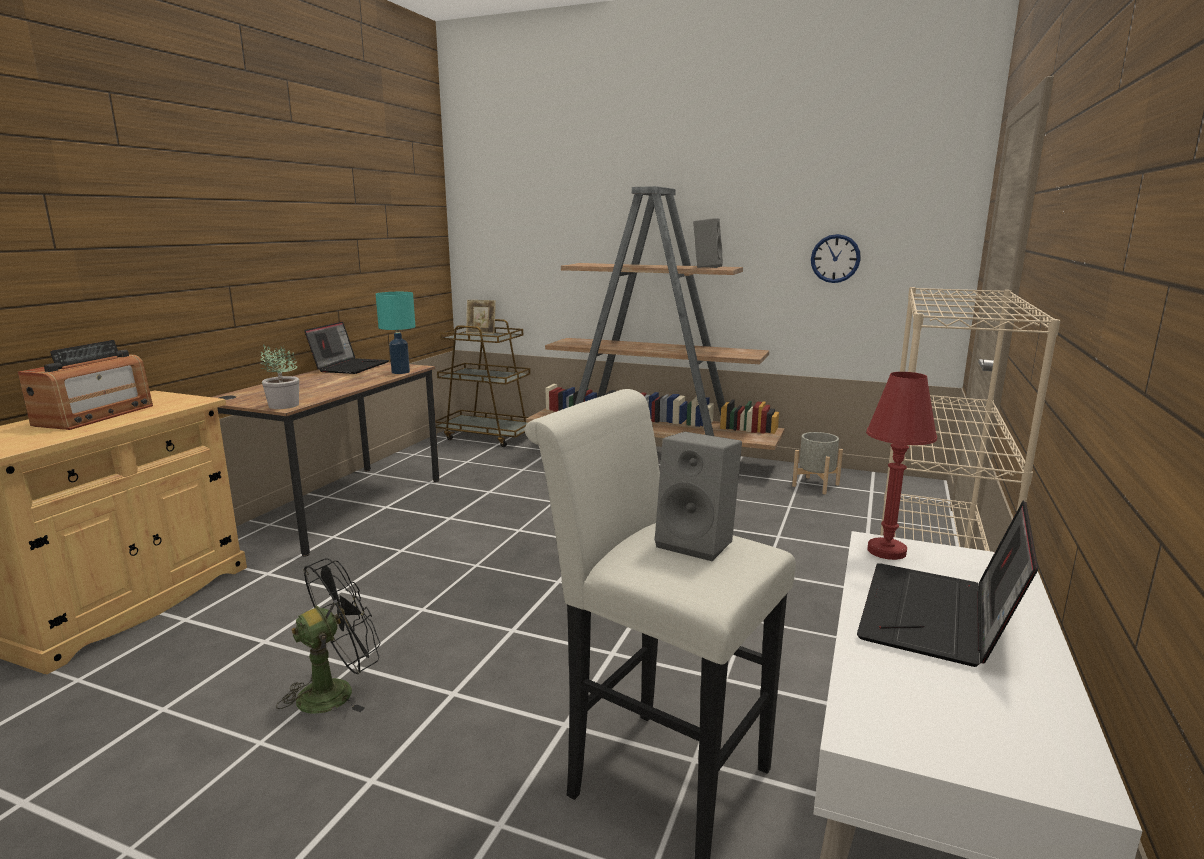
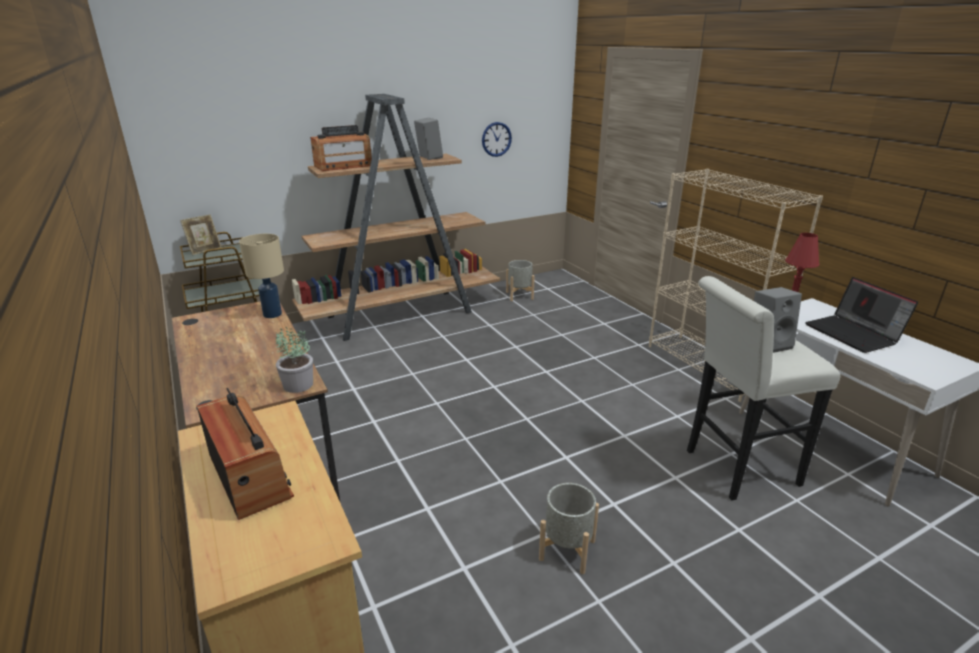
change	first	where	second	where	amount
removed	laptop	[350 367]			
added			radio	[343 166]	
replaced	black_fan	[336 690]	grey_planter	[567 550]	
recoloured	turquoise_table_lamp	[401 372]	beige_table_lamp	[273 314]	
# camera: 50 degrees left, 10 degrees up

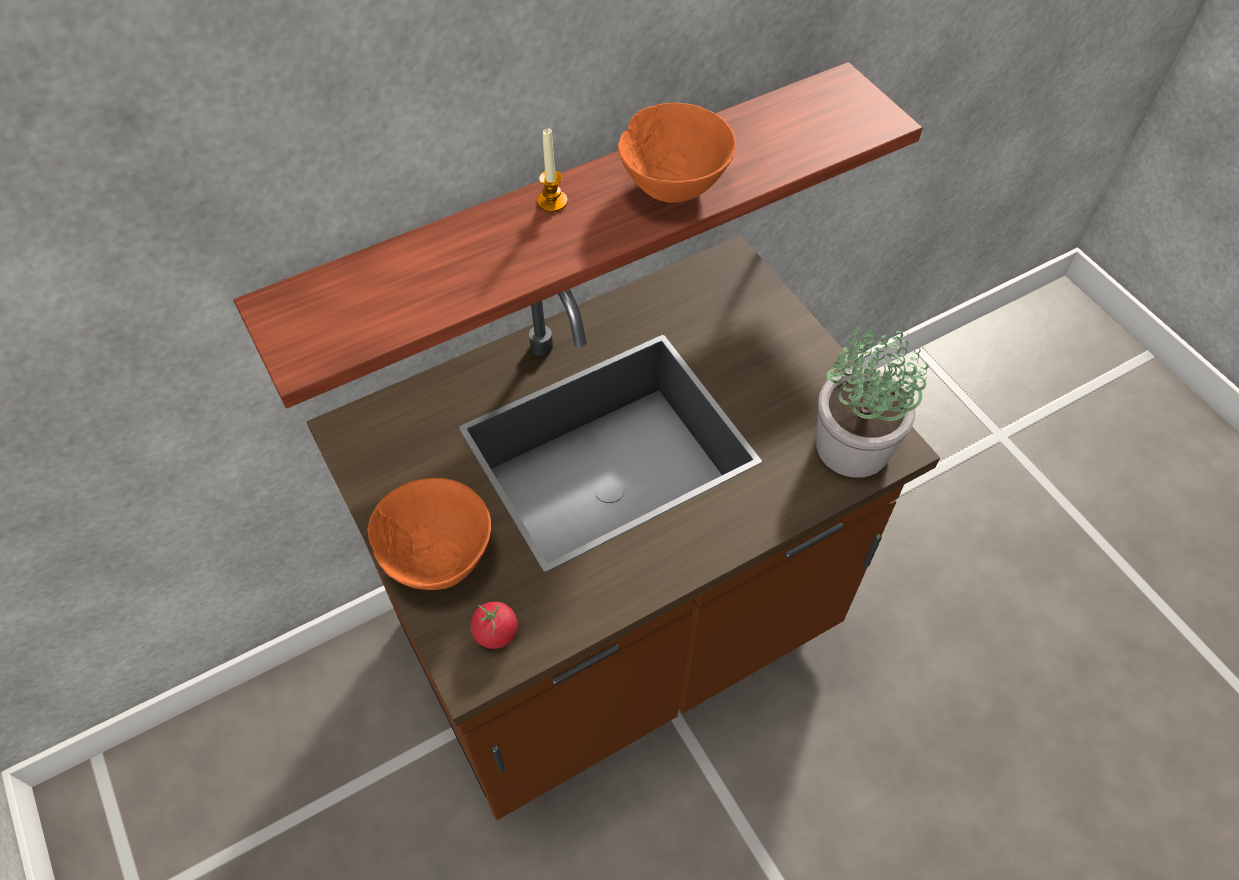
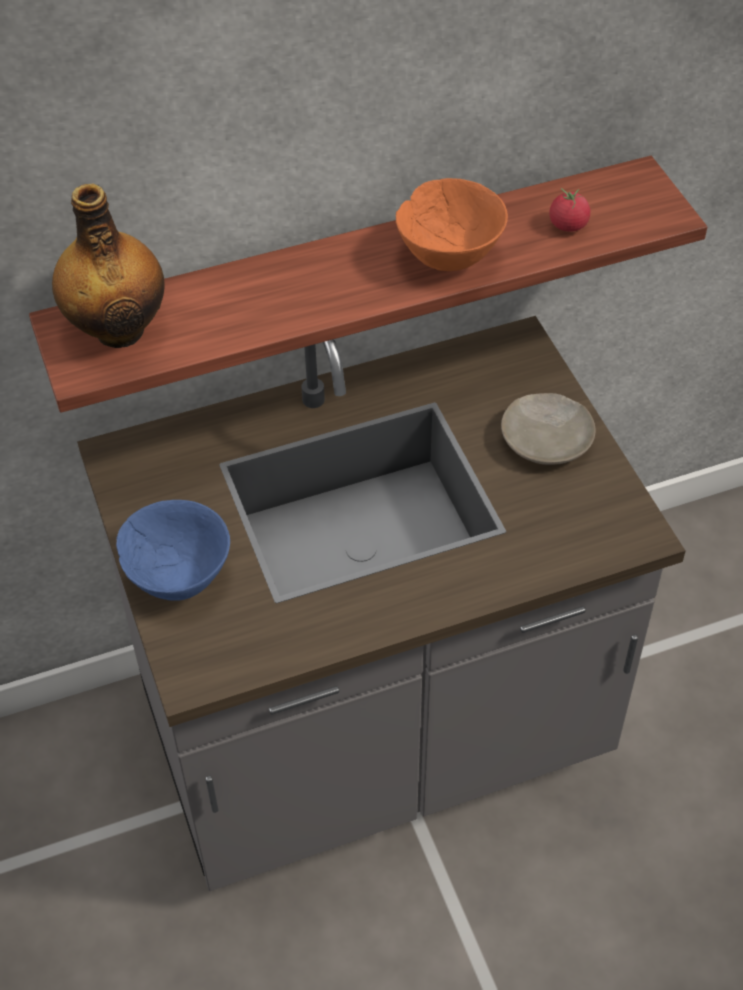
change	first	where	second	where	amount
removed	candle	[552 201]			
removed	potted_plant	[851 446]			
added			bottle	[118 329]	
added			beige_plate	[547 439]	
moved	tomato	[496 632]		[568 225]	
recoloured	brown_counter	[619 635]	grey_counter	[374 735]	
recoloured	orange_bowl	[437 558]	blue_bowl	[177 577]	
# camera: 10 degrees right, 5 degrees down

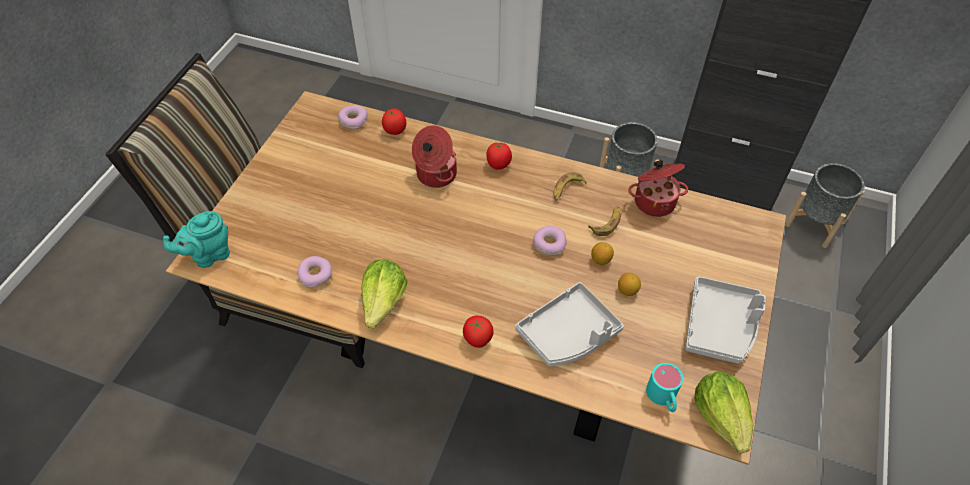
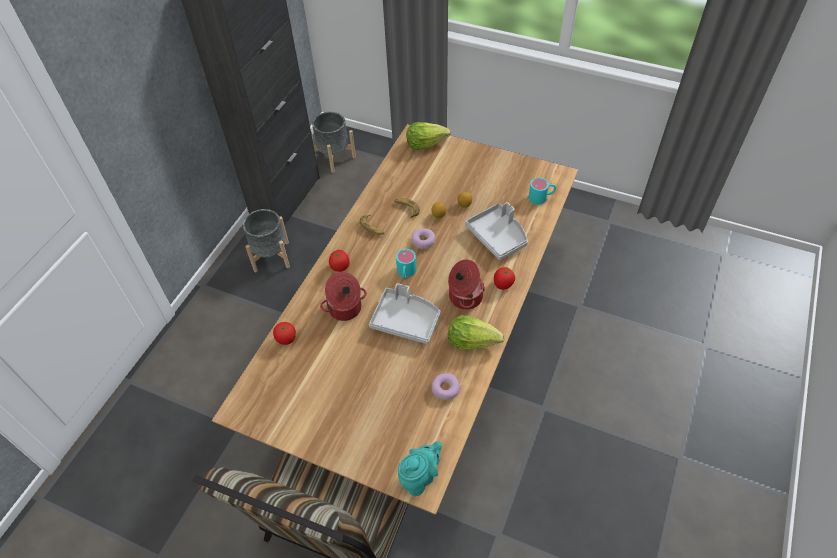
change	first	where	second	where	amount
removed	donut	[353 120]			
added			turquoise_mug	[405 273]	
moved	cooking_pot	[654 201]		[464 297]	
moved	grey_tray	[720 326]		[406 320]	
moved	lettuce	[721 417]		[426 143]	
turned	turquoise_teapot	[209 255]		[420 477]	105 degrees counterclockwise
# camera: 85 degrees left, 0 degrees up

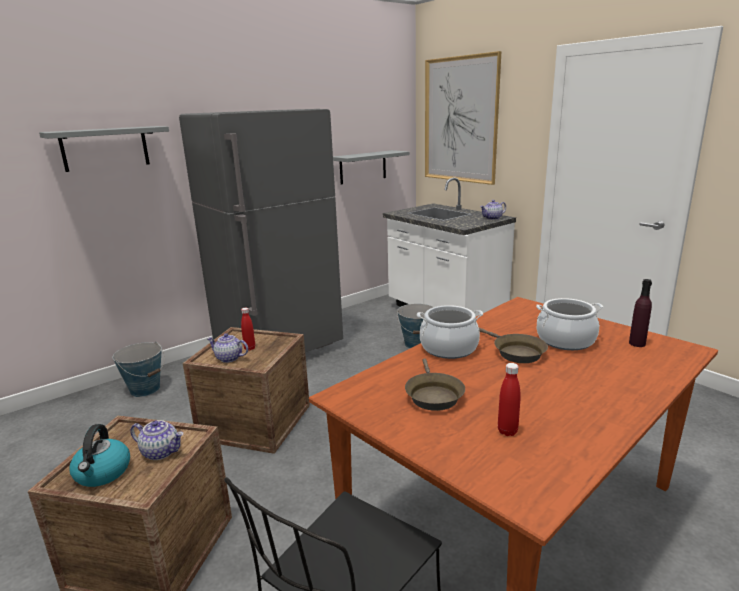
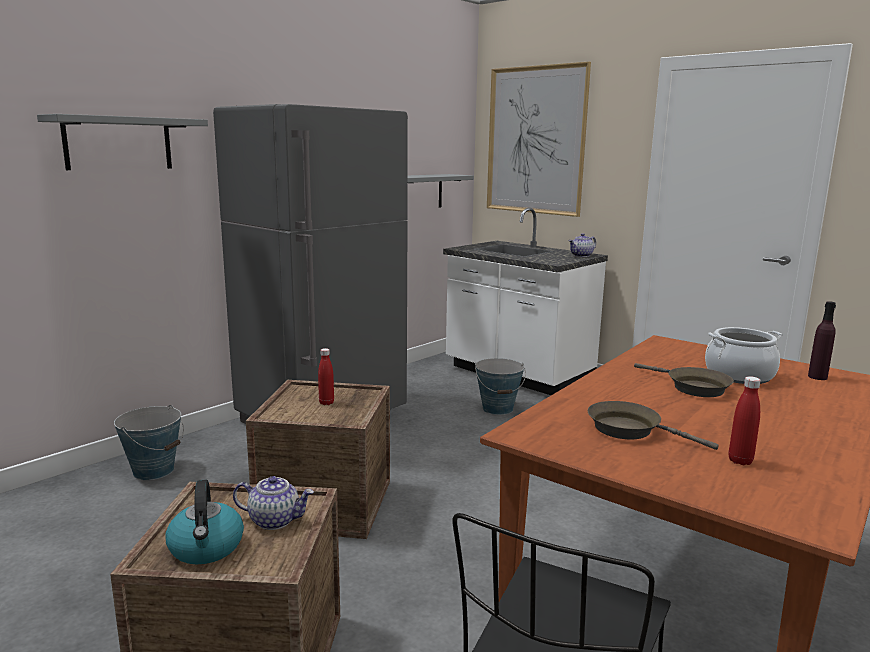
change	first	where	second	where	amount
removed	teapot	[228 358]			
removed	cooking_pot	[449 348]			
turned	brown_frying_pan	[433 395]		[630 430]	135 degrees clockwise
# camera: 10 degrees left, 5 degrees down

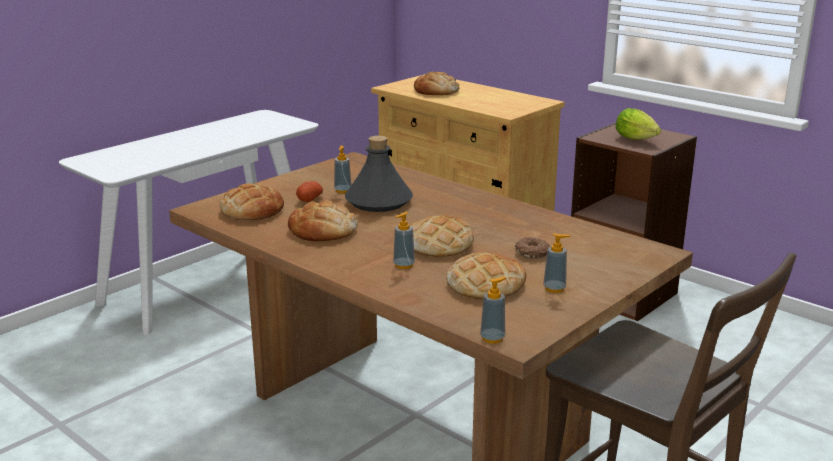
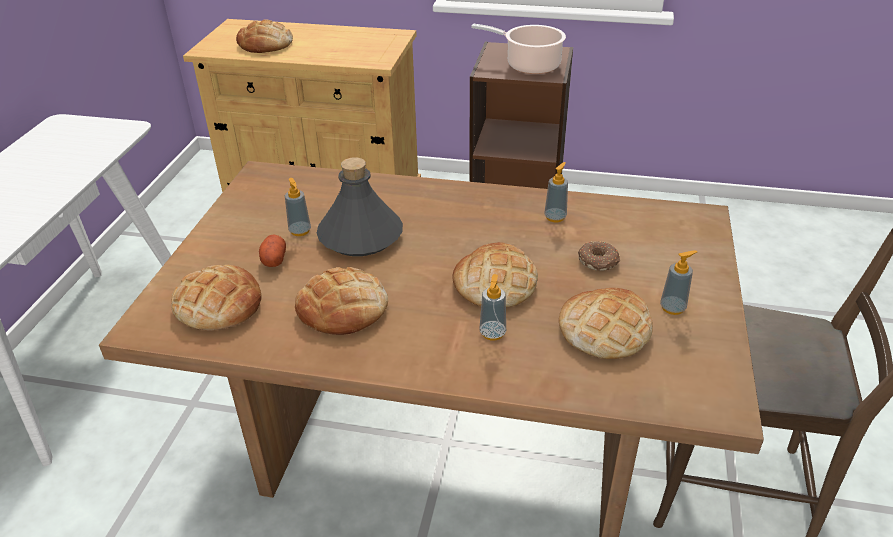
change	first	where	second	where	amount
moved	soap_dispenser	[492 338]		[555 217]	
replaced	lettuce	[638 140]	cooking_pot	[529 65]	
# camera: 30 degrees left, 15 degrees up

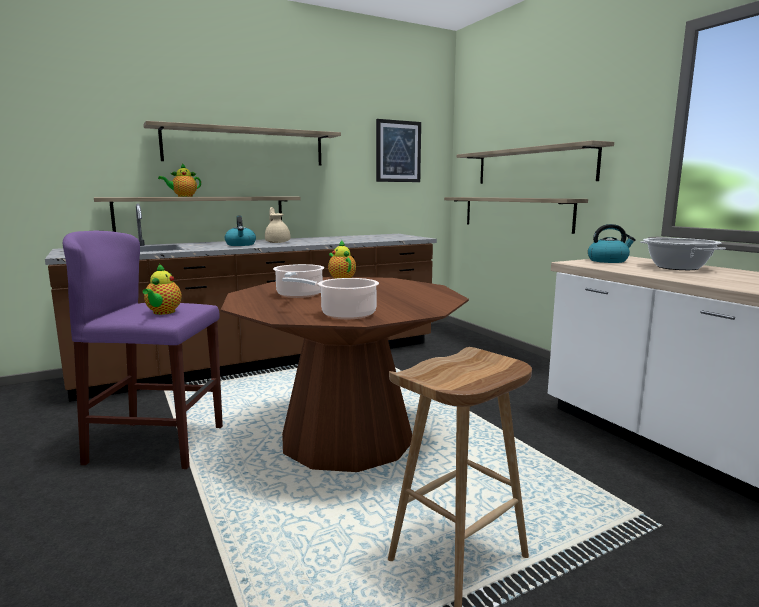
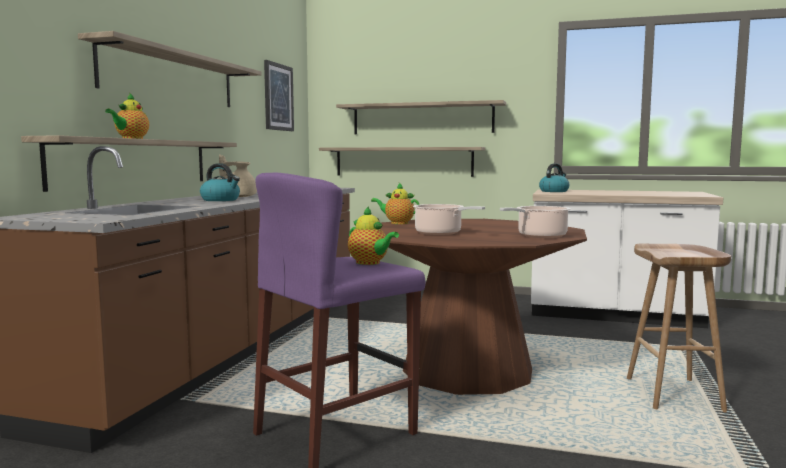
change	first	where	second	where	amount
removed	cooking_pot	[677 267]			
# camera: 45 degrees left, 5 degrees down

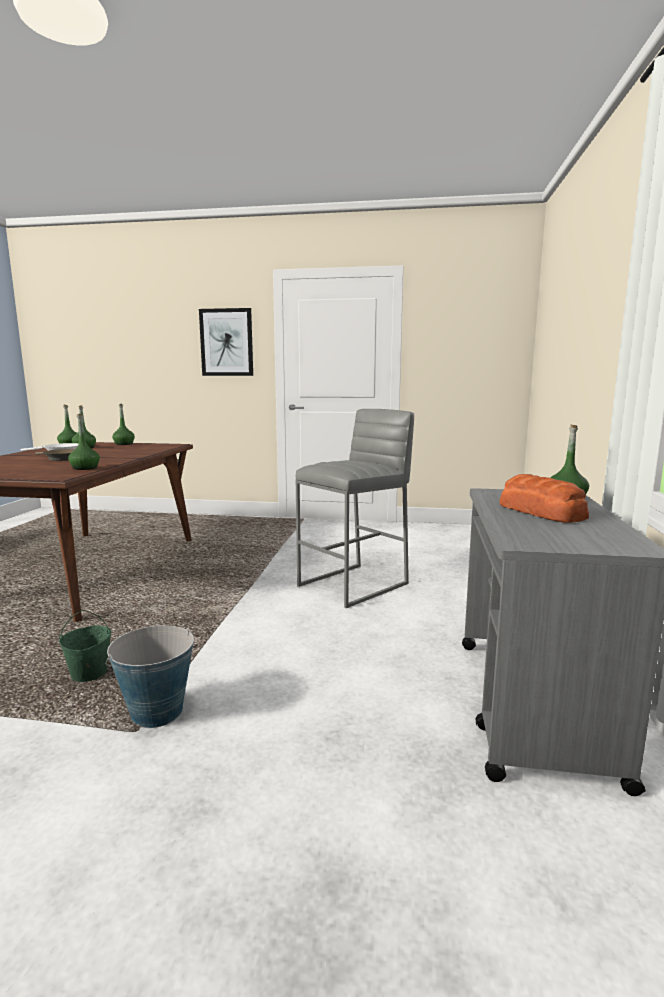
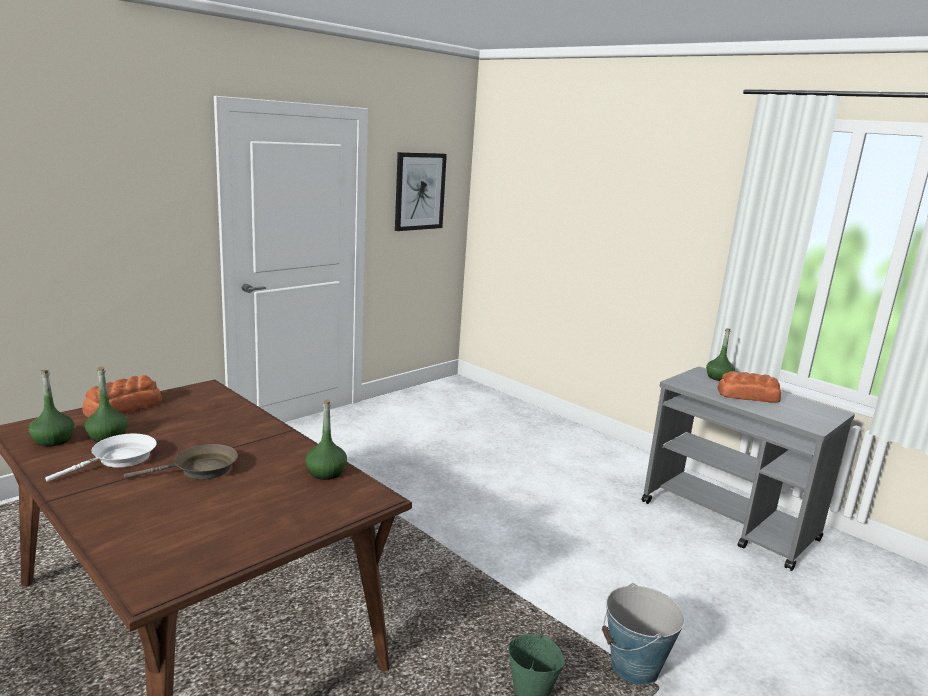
change	first	where	second	where	amount
removed	grey_stool	[354 585]			
moved	picture	[226 342]		[419 191]	
replaced	green_bottle	[124 444]	bread	[122 407]	
# camera: 55 degrees left, 5 degrees up

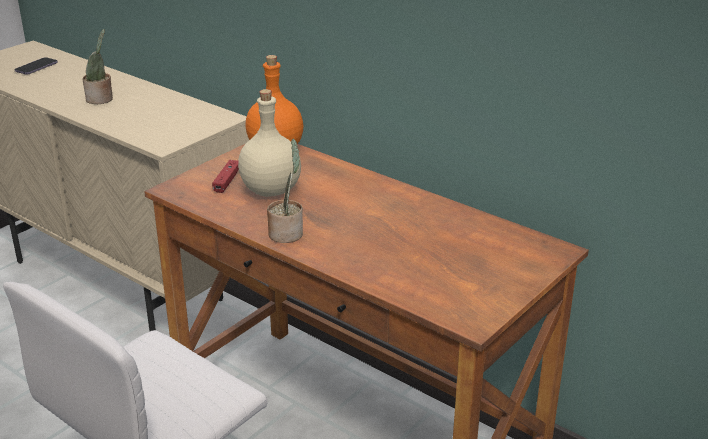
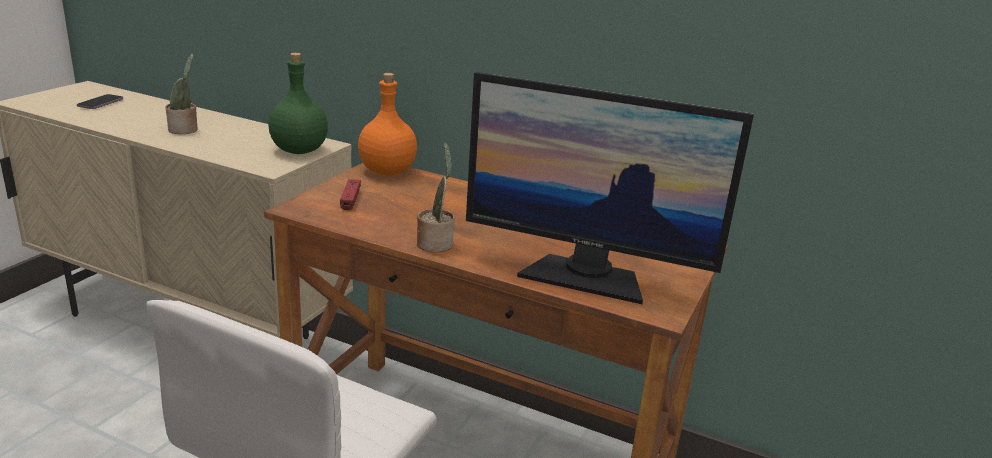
change	first	where	second	where	amount
removed	beige_bottle	[269 190]			
added			green_bottle	[299 151]	
added			monitor	[585 276]	
# camera: 15 degrees left, 5 degrees down

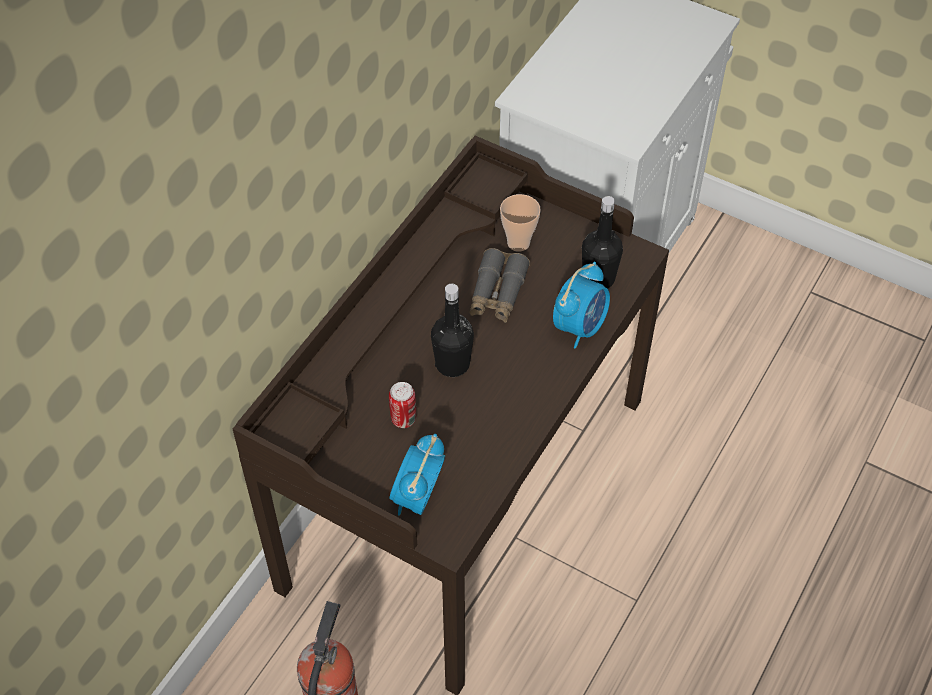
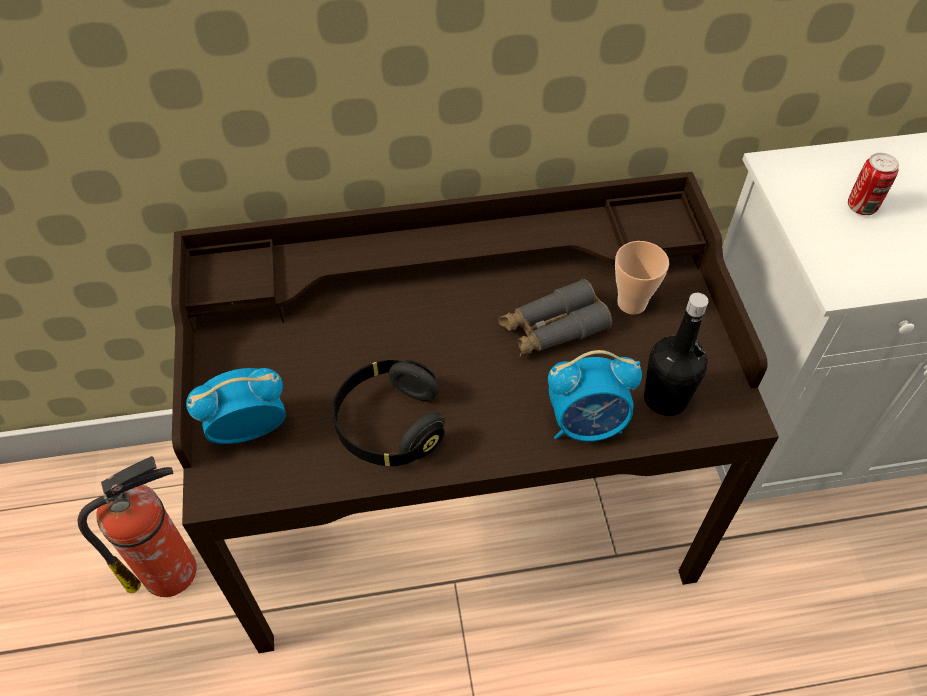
change	first	where	second	where	amount
removed	black_bottle	[452 364]			
added			black_headphones	[389 425]	
moved	can	[403 419]		[861 207]	
# camera: 50 degrees right, 0 degrees up

